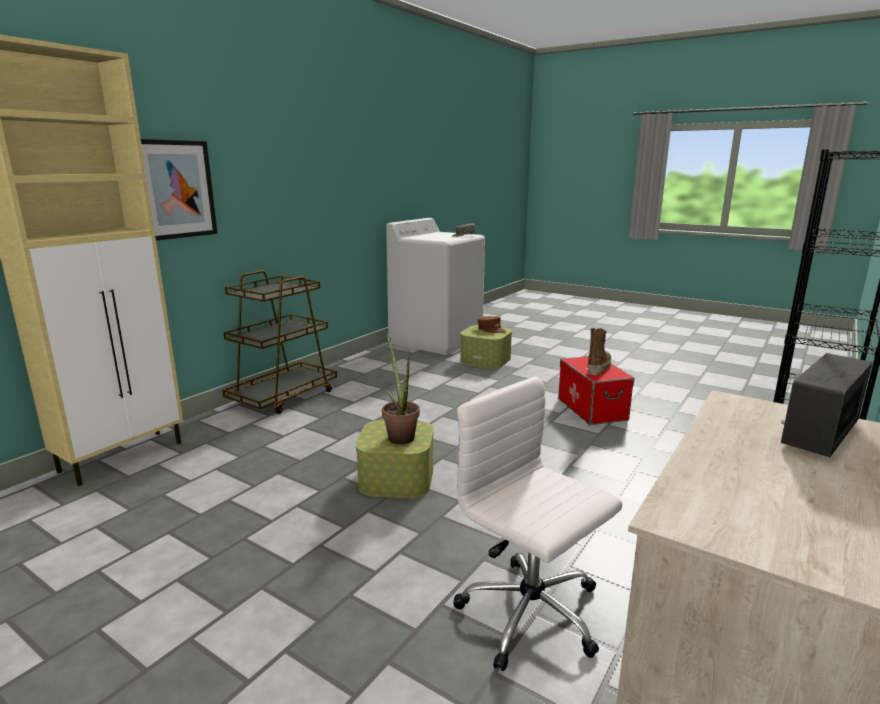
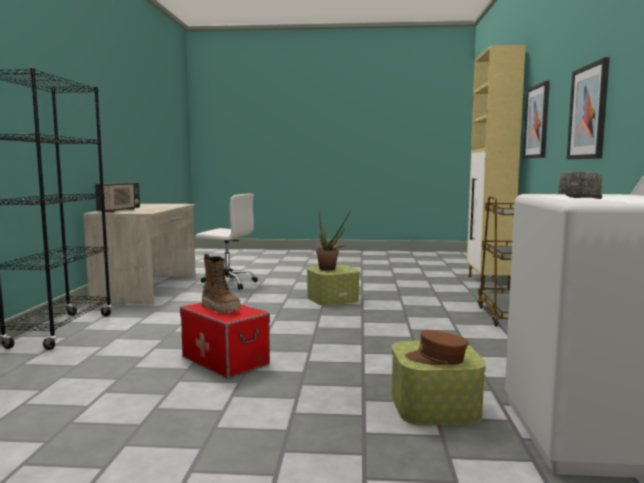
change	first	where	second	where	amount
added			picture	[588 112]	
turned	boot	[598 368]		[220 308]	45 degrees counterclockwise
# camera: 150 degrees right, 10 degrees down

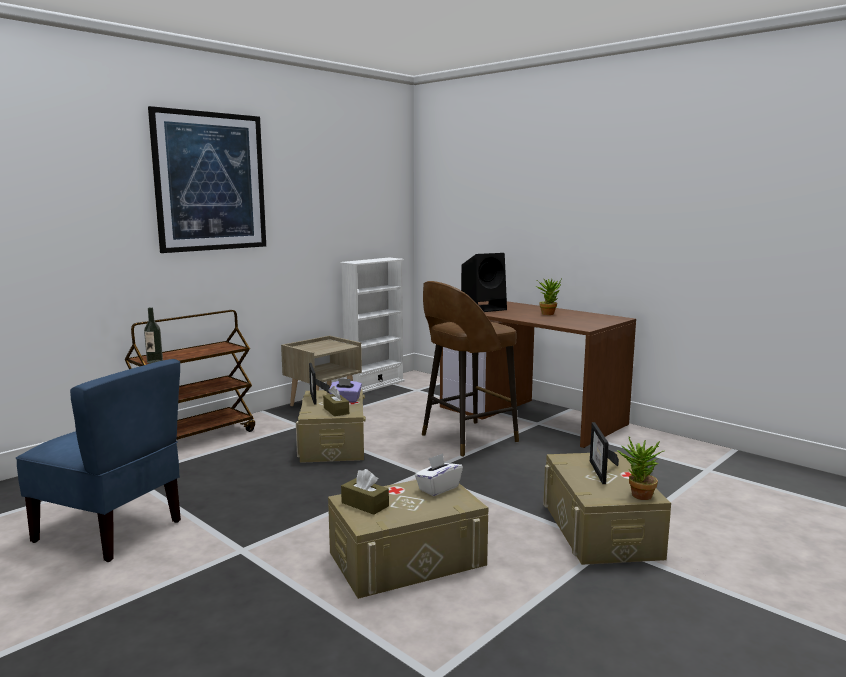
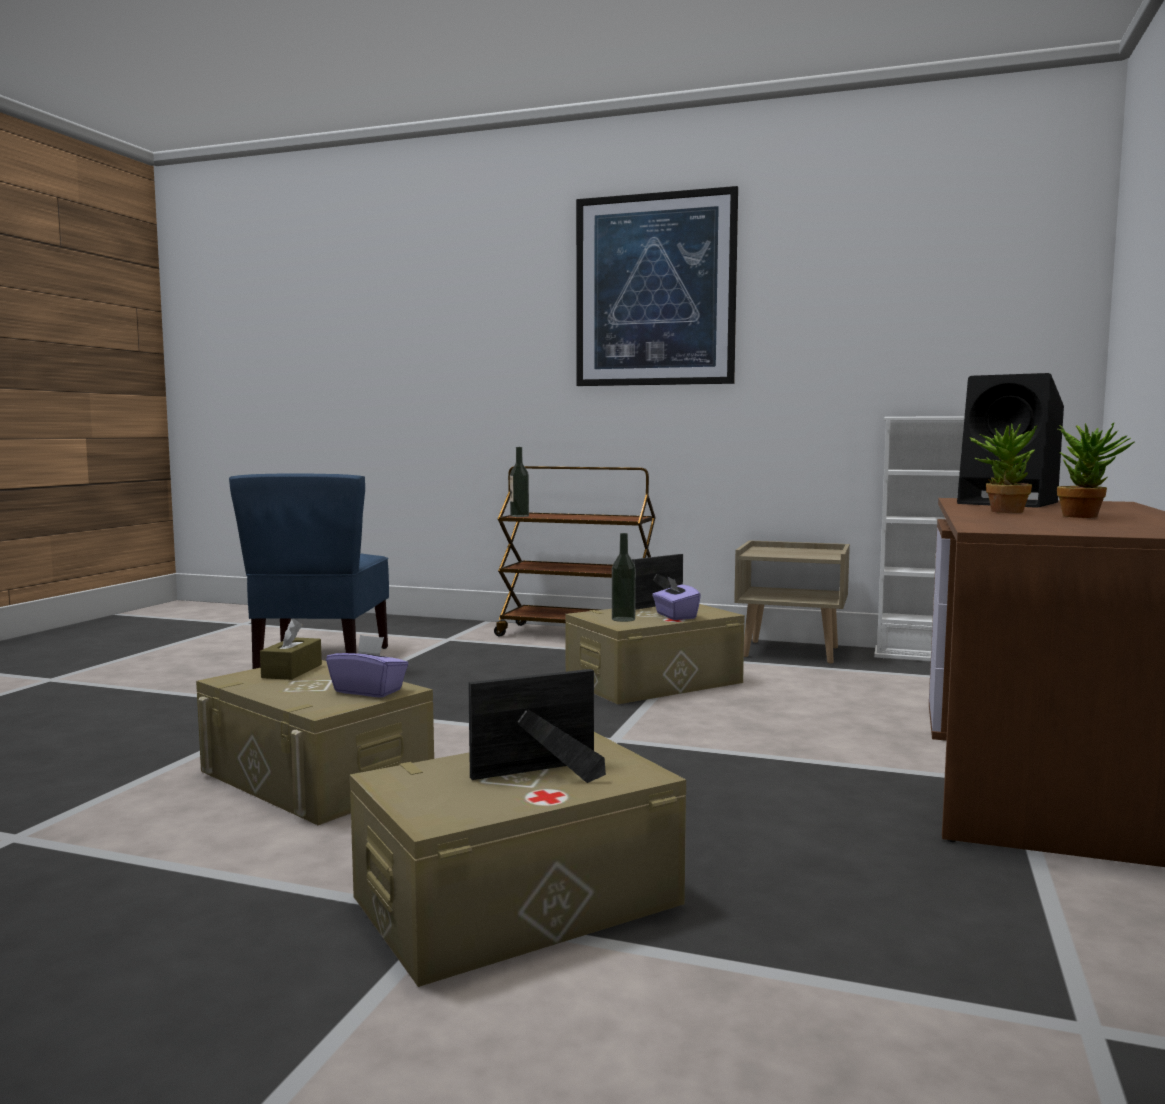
change	first	where	second	where	amount
removed	brown_stool	[466 439]			
moved	potted_plant	[638 496]		[1000 511]	
replaced	brown_tissue_box	[336 411]	bottle	[623 619]	
recoloured	white_tissue_box	[438 488]	purple_tissue_box	[369 691]	
# camera: 65 degrees right, 5 degrees down

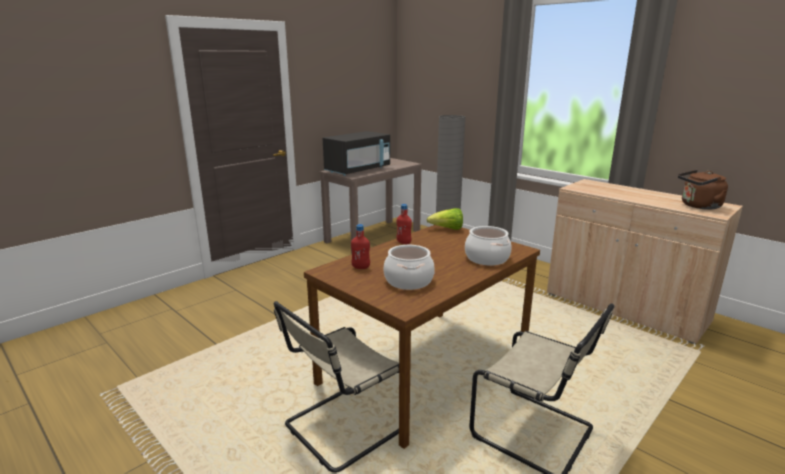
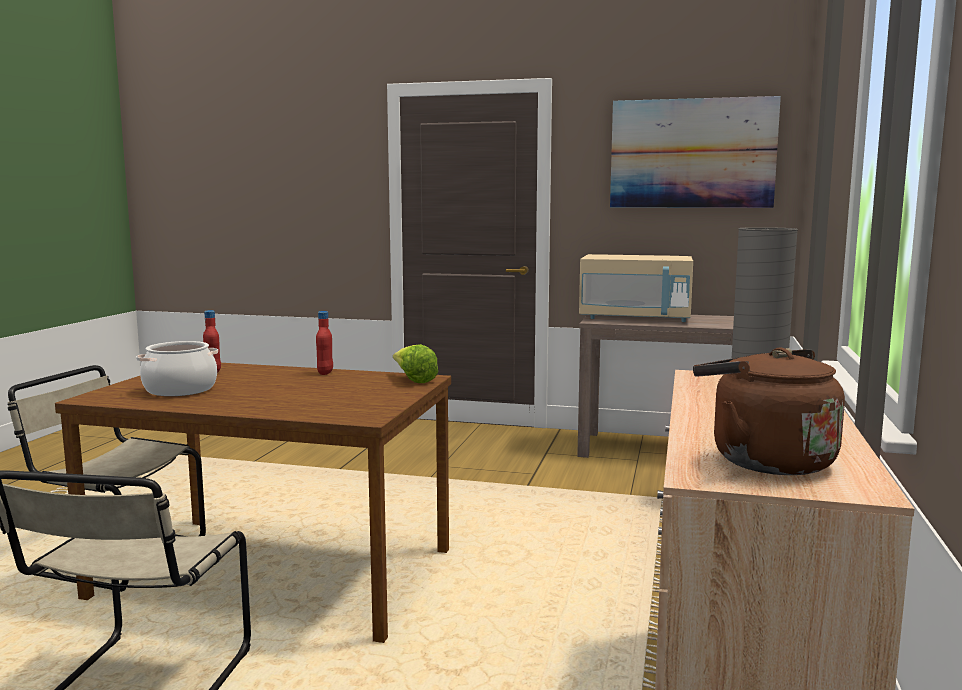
change	first	where	second	where	amount
removed	cooking_pot	[487 258]			
added			picture	[692 154]	
recoloured	black_microwave	[358 170]	beige_microwave	[635 318]	
# camera: 60 degrees right, 10 degrees down

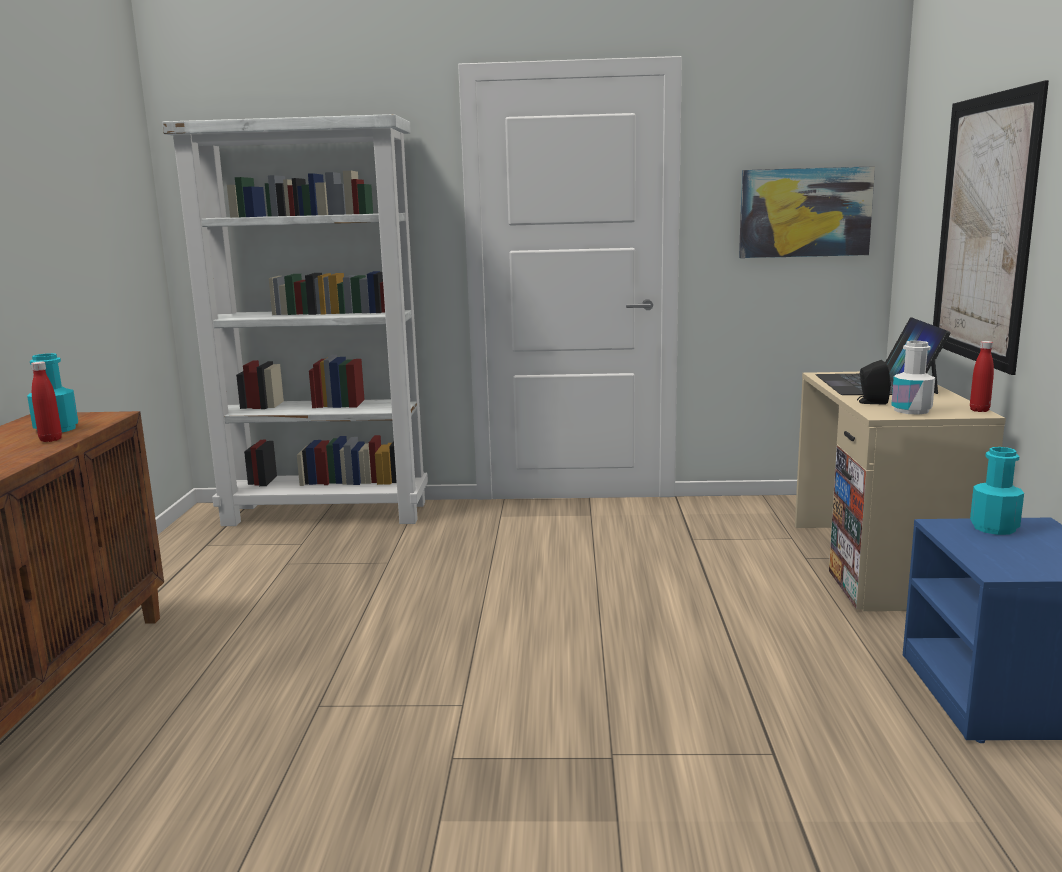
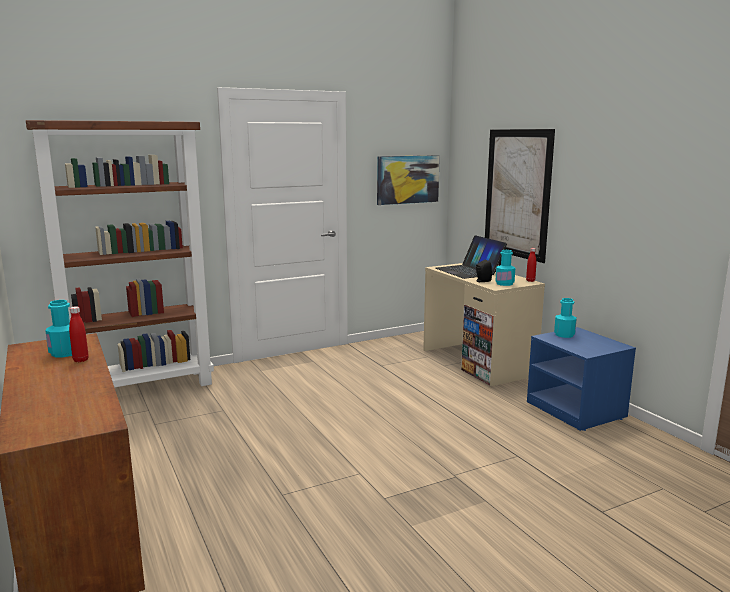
change	first	where	second	where	amount
recoloured	white_bookcase	[328 513]	brown_bookcase	[141 388]	
recoloured	white_bottle	[911 410]	turquoise_bottle	[504 283]	
# camera: 30 degrees left, 0 degrees up

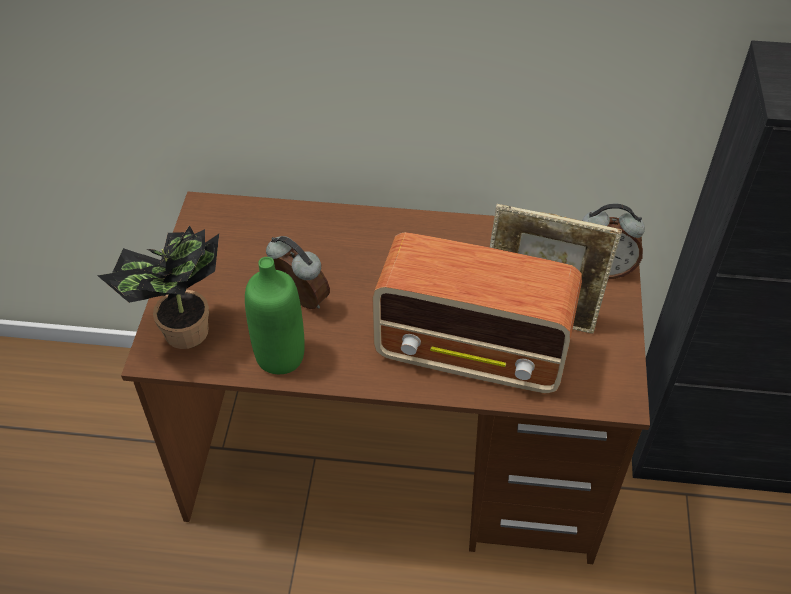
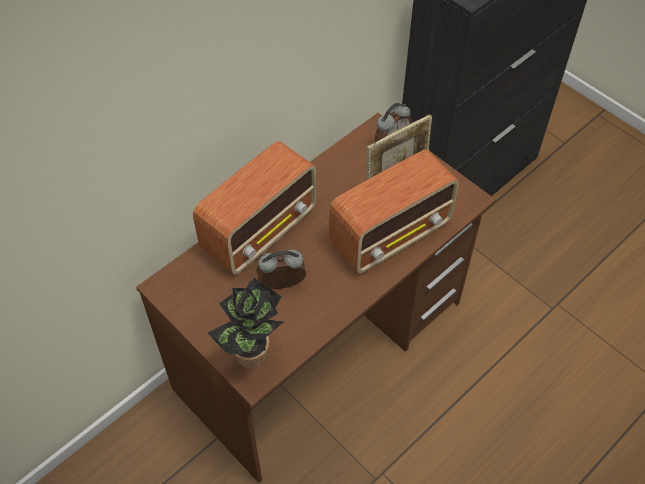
change	first	where	second	where	amount
removed	green_bottle	[280 356]			
added			radio	[261 230]	
# camera: 50 degrees left, 5 degrees up

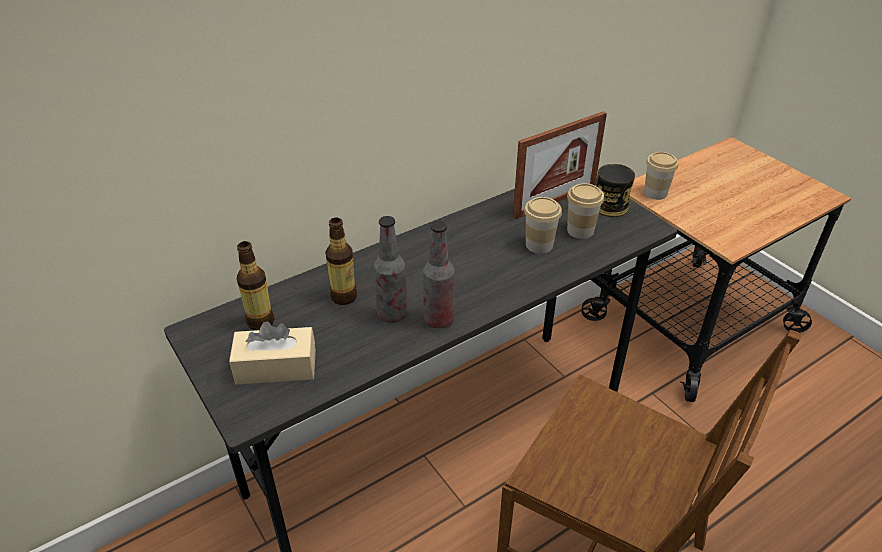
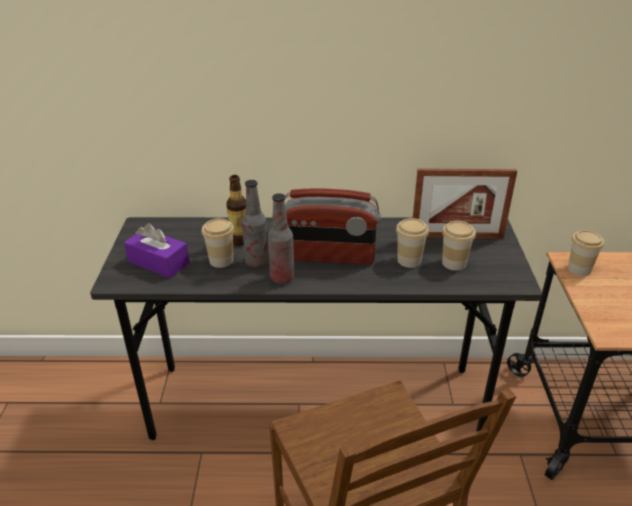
change	first	where	second	where	amount
removed	bottle	[260 322]			
removed	can	[610 206]			
added			cup	[221 260]	
added			radio	[329 256]	
recoloured	beige_tissue_box	[276 367]	purple_tissue_box	[159 262]	
# camera: 35 degrees right, 5 degrees down

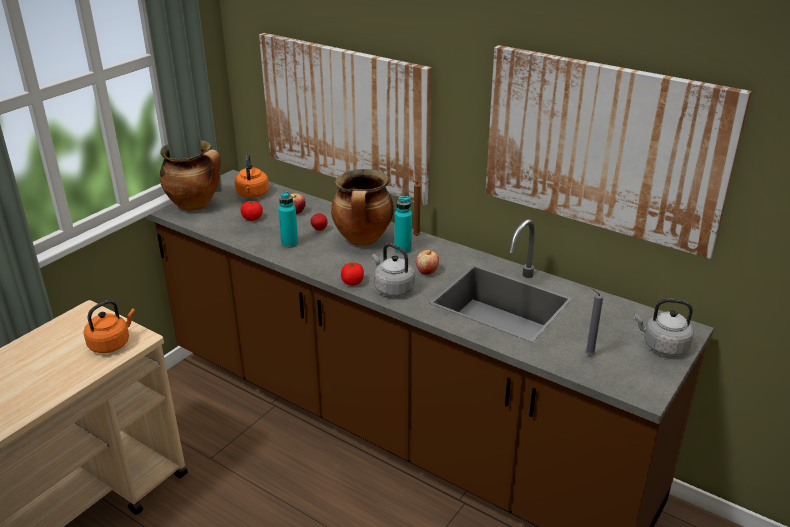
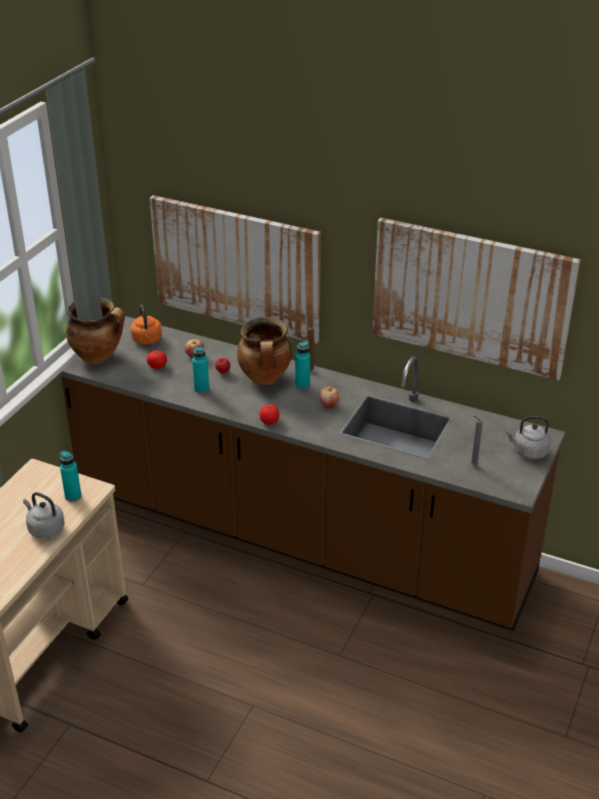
change	first	where	second	where	amount
moved	grey_kettle	[392 288]		[45 529]	
replaced	orange_kettle	[111 344]	turquoise_bottle	[73 496]	
# camera: 10 degrees left, 5 degrees up

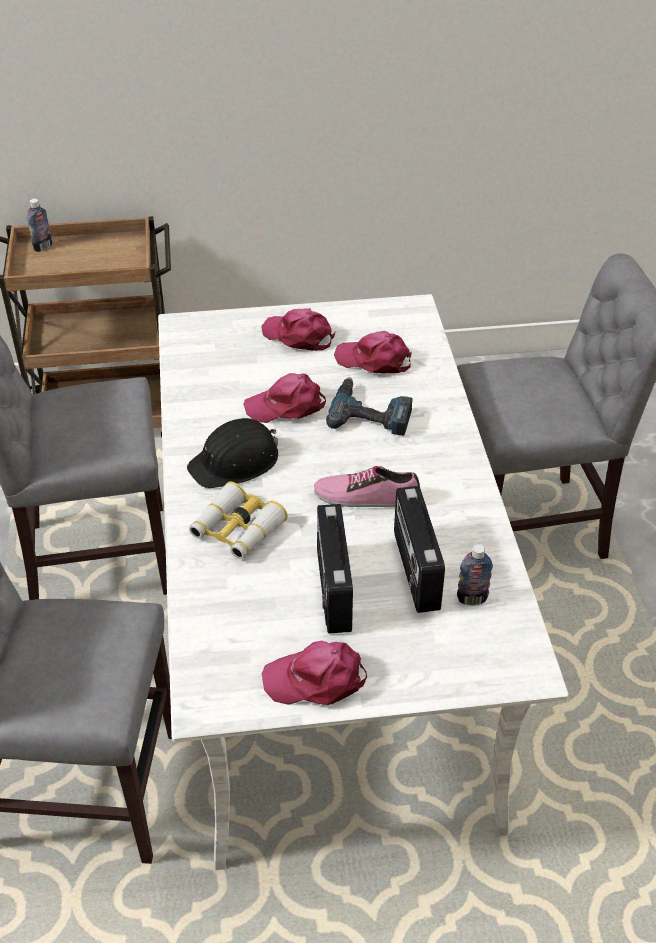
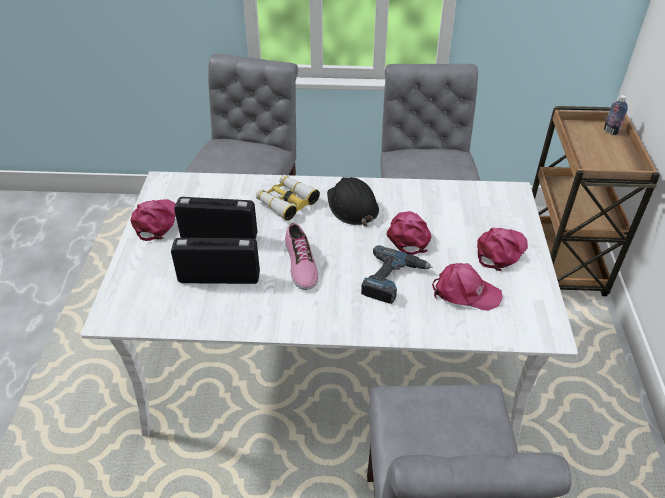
change	first	where	second	where	amount
removed	bottle	[472 599]			
turned	shoe	[366 496]		[299 264]	150 degrees clockwise
turned	pink_cap	[374 360]		[465 292]	75 degrees clockwise
# camera: 100 degrees right, 0 degrees up

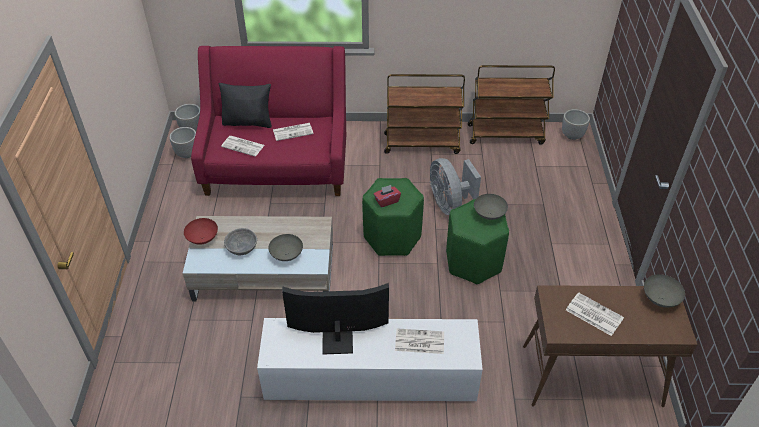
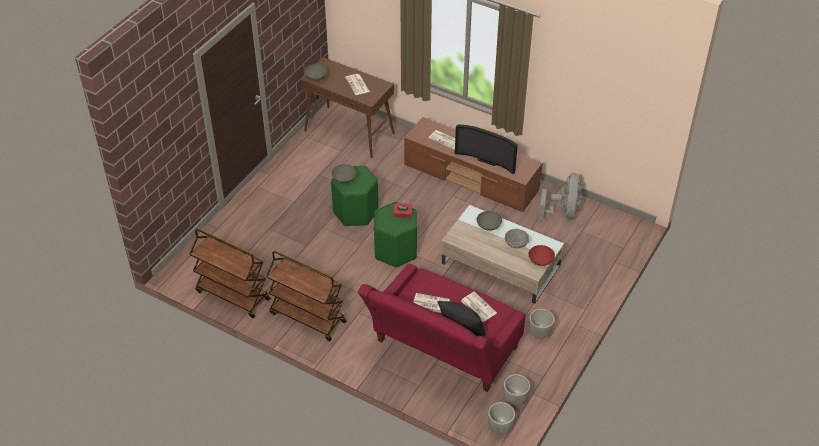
change	first	where	second	where	amount
moved	grey_fan	[449 203]		[563 212]	
moved	planter	[572 135]		[539 333]	
recoloured	white_tv_stand	[369 378]	brown_tv_stand	[472 179]	
# camera: 150 degrees left, 0 degrees up

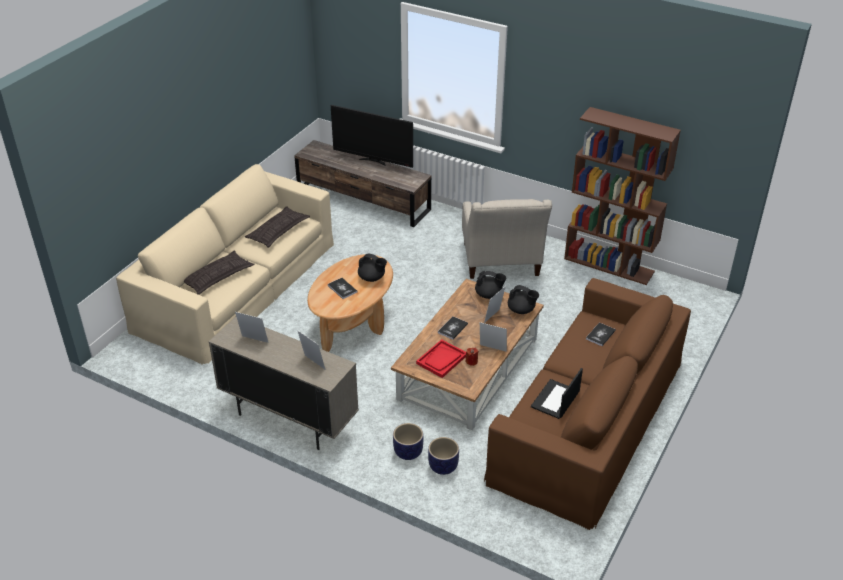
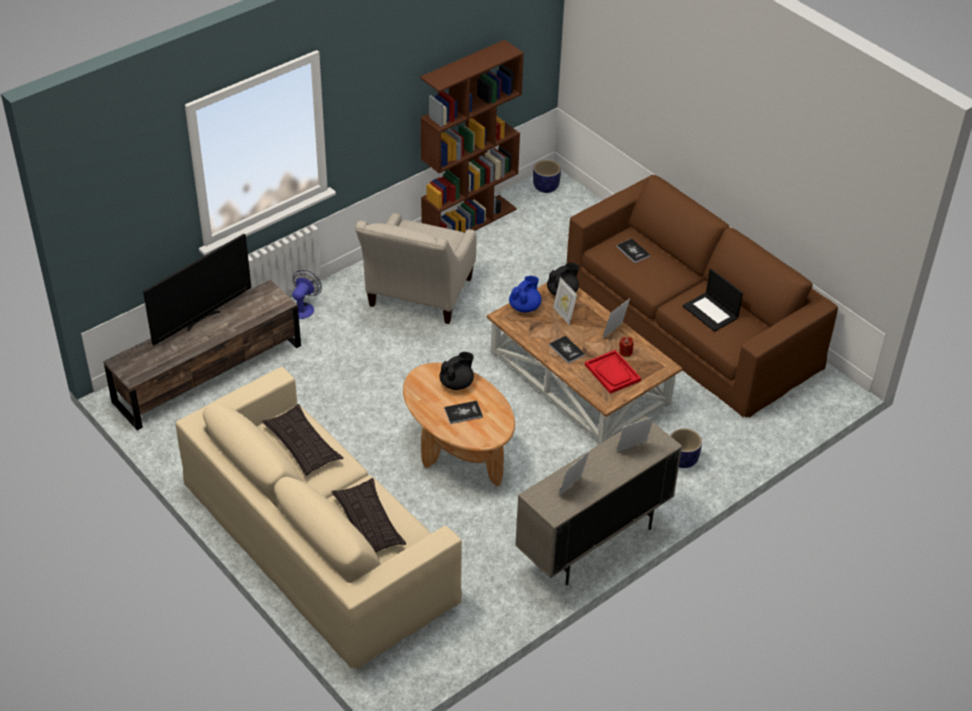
change	first	where	second	where	amount
added			fan	[304 307]	
moved	planter	[442 466]		[545 187]	
recoloured	black_teapot	[489 295]	blue_teapot	[525 307]	
turned	beige_armchair	[501 263]		[417 297]	90 degrees clockwise
# camera: 70 degrees left, 5 degrees up

